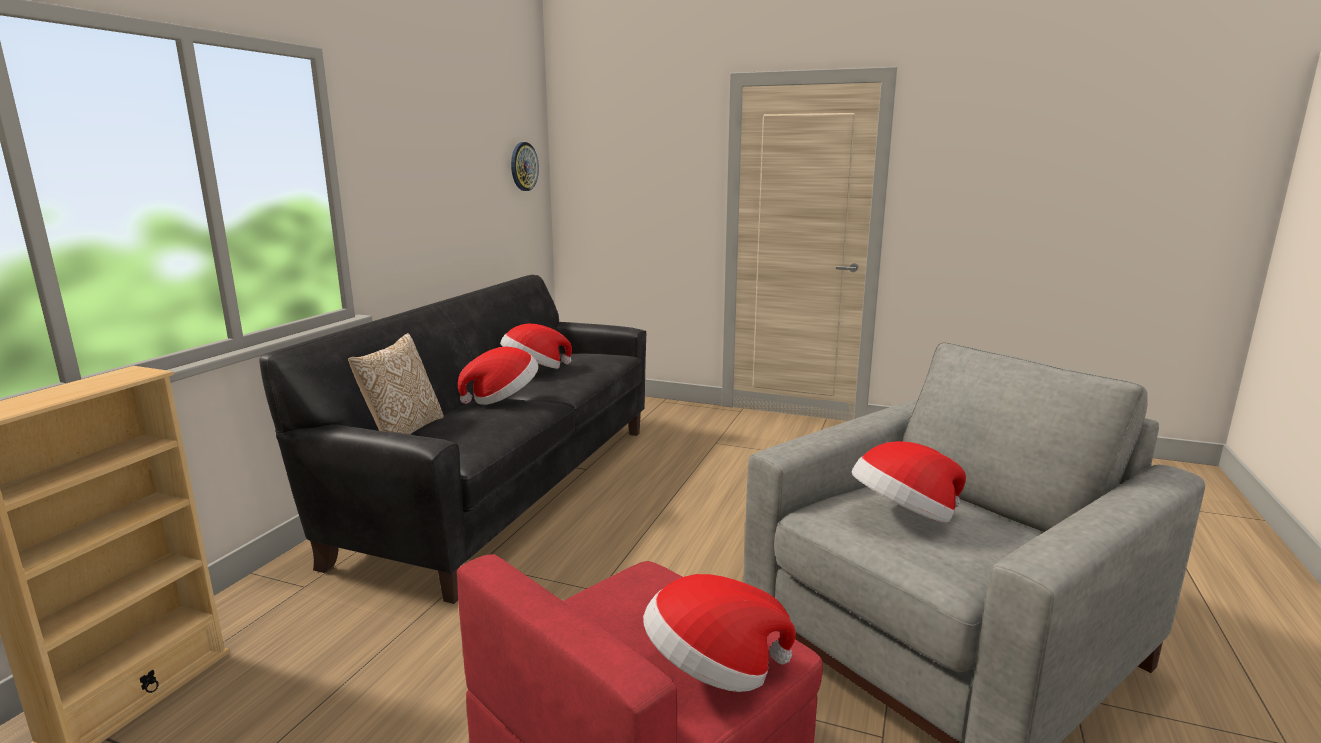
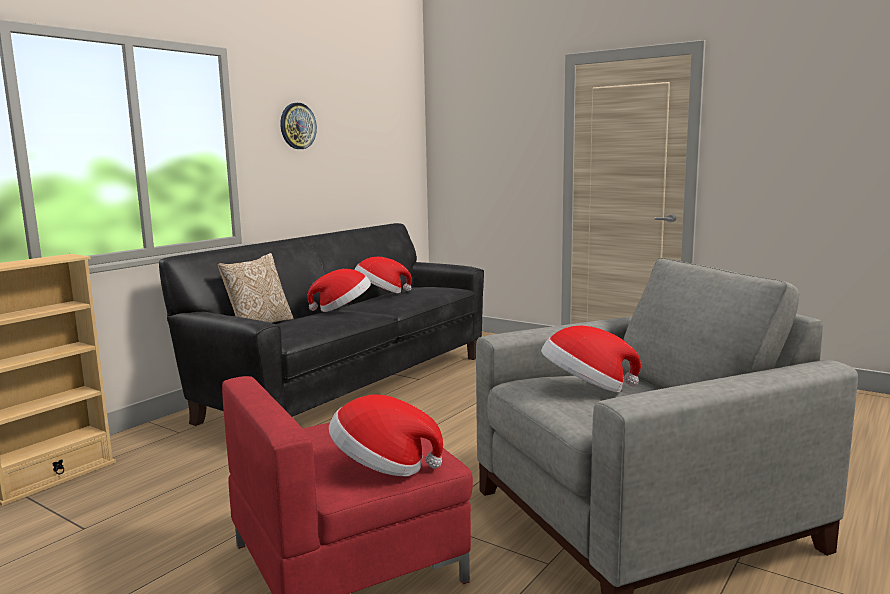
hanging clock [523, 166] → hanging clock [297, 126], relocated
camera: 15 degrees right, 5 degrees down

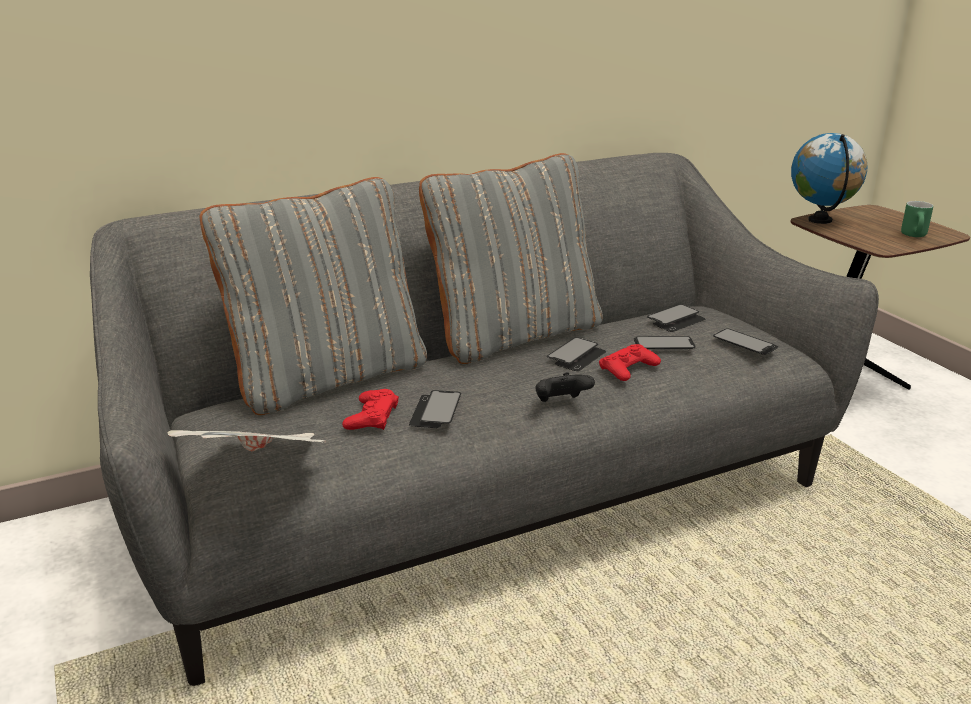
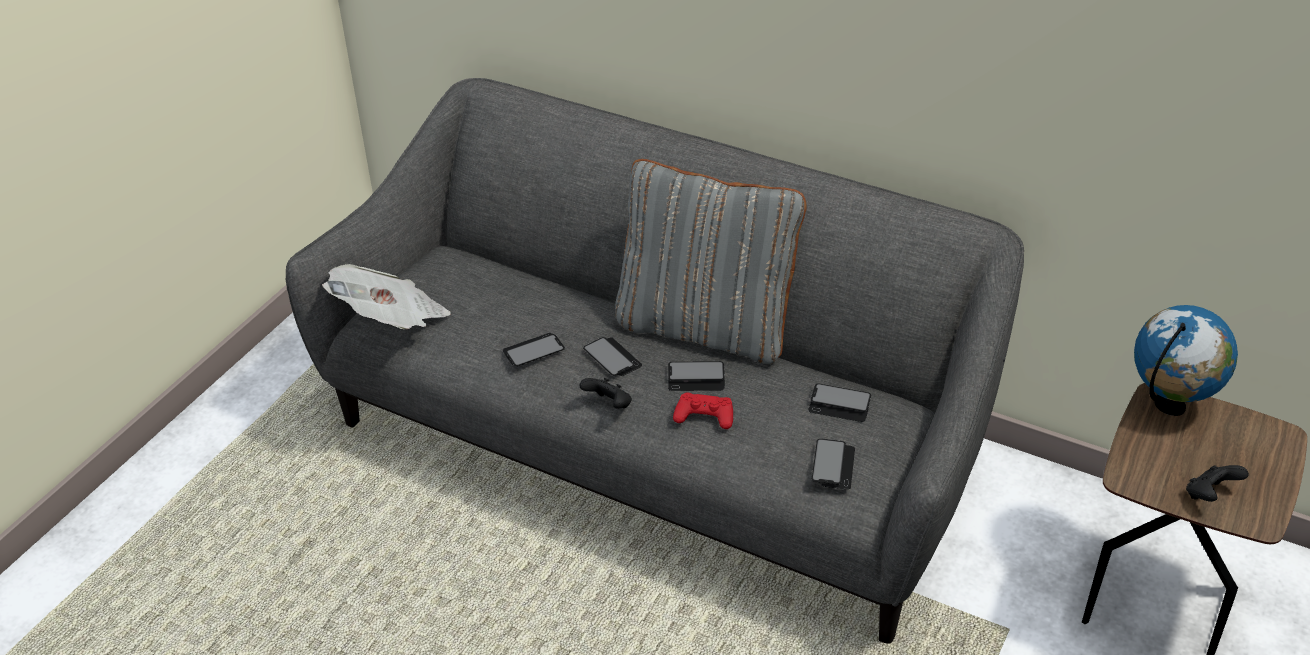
grey cushion [328, 377] → -
red game controller [371, 417] → -
handset [663, 345] → handset [612, 358], relocated
greenish mug [916, 236] → black-coloured game controller [1209, 495]
camera: 55 degrees right, 15 degrees up

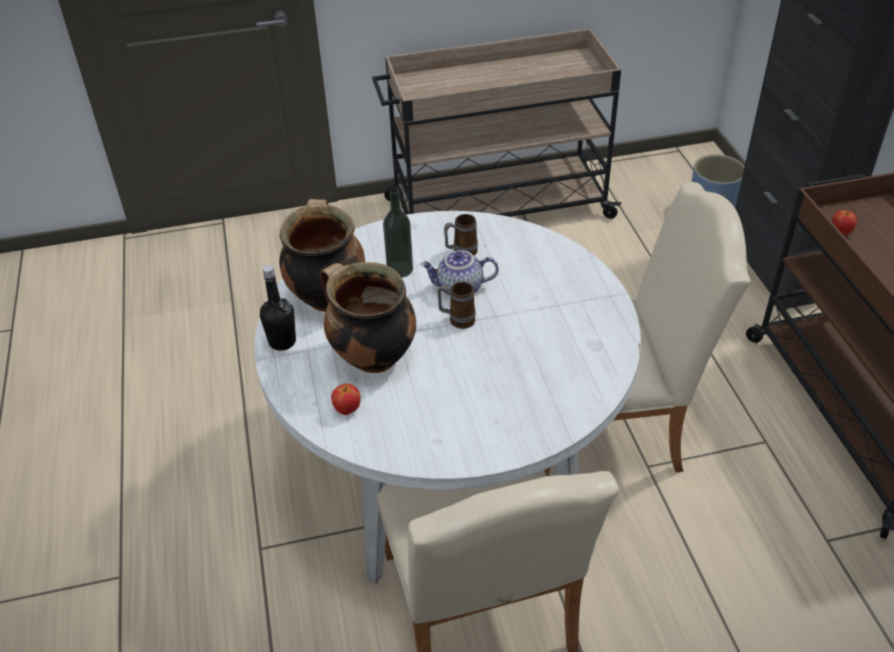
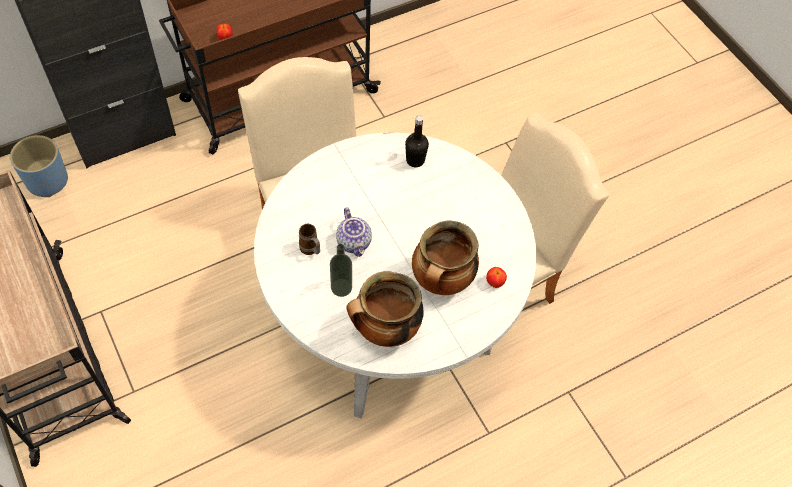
black-coloured beverage bottle [282, 342] → black-coloured beverage bottle [415, 160], relocated
mug [457, 320] → -
camera: 110 degrees left, 15 degrees up

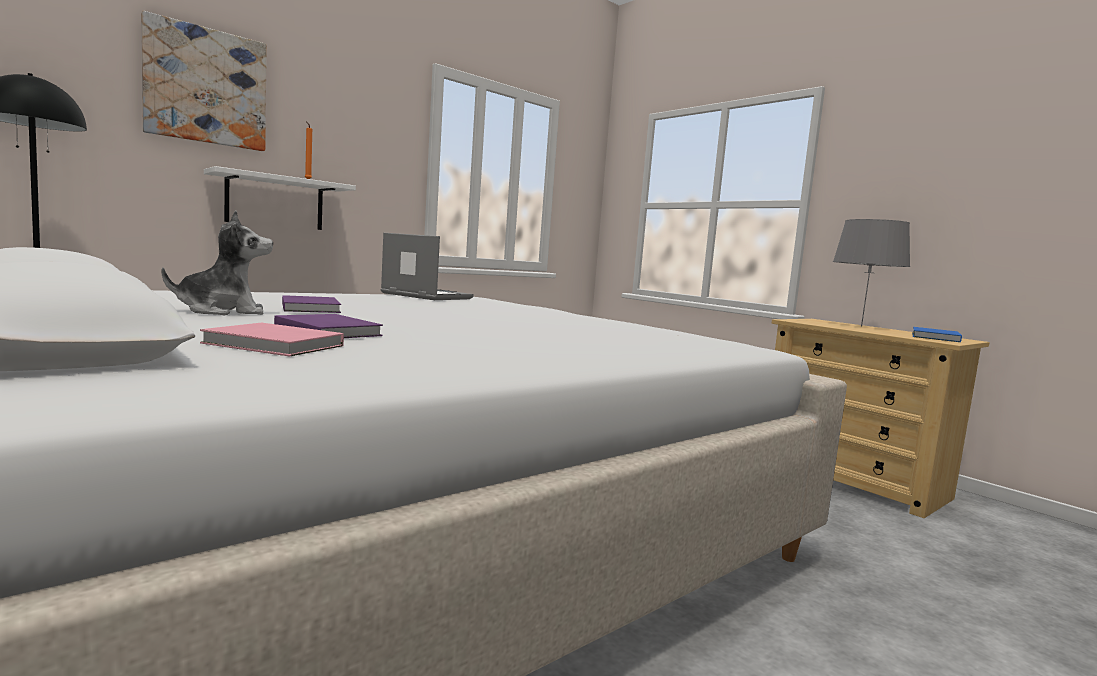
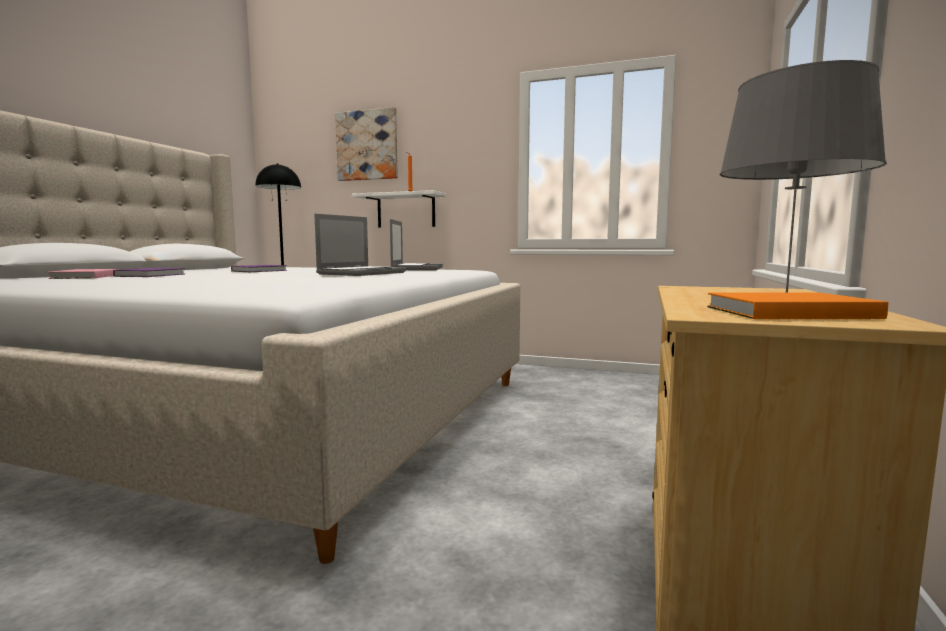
cuddly toy [223, 311] → -
blue-coloured bound book [934, 337] → orange-coloured bound book [783, 312]
- → notebook computer [362, 273]
camera: 60 degrees right, 0 degrees up

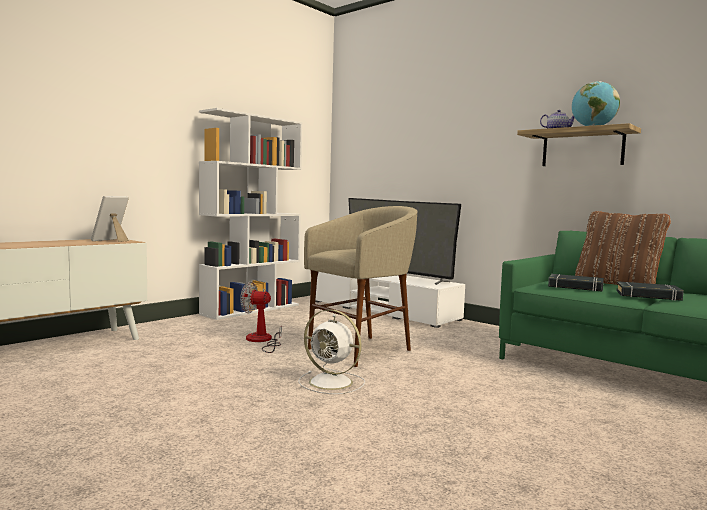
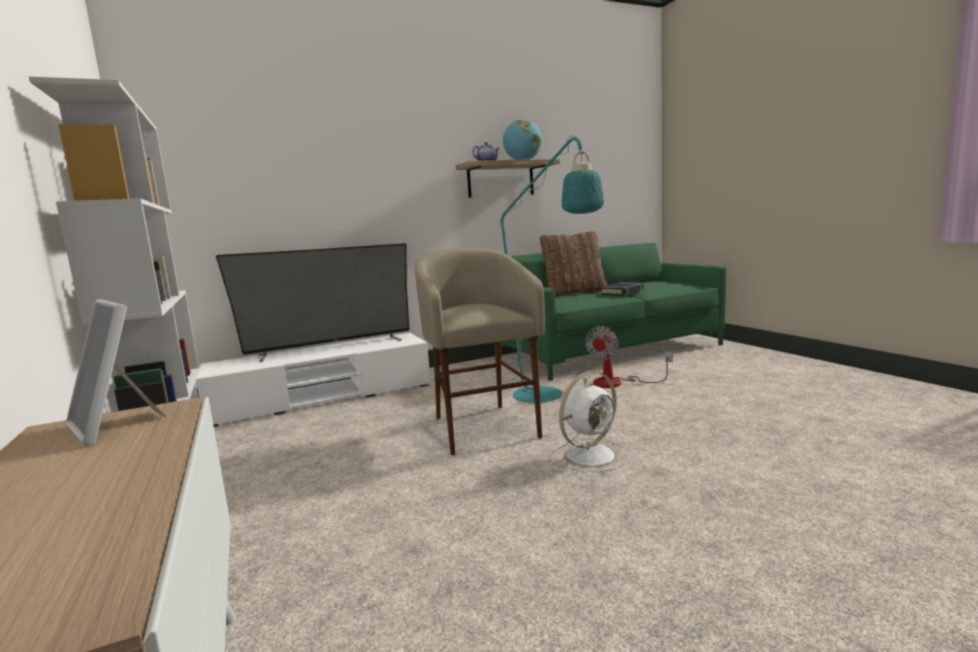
electric fan [261, 341] → electric fan [617, 382], relocated
black-coloured bound book [575, 287] → -
- → blue-green standing lamp [546, 397]
camera: 65 degrees left, 5 degrees up

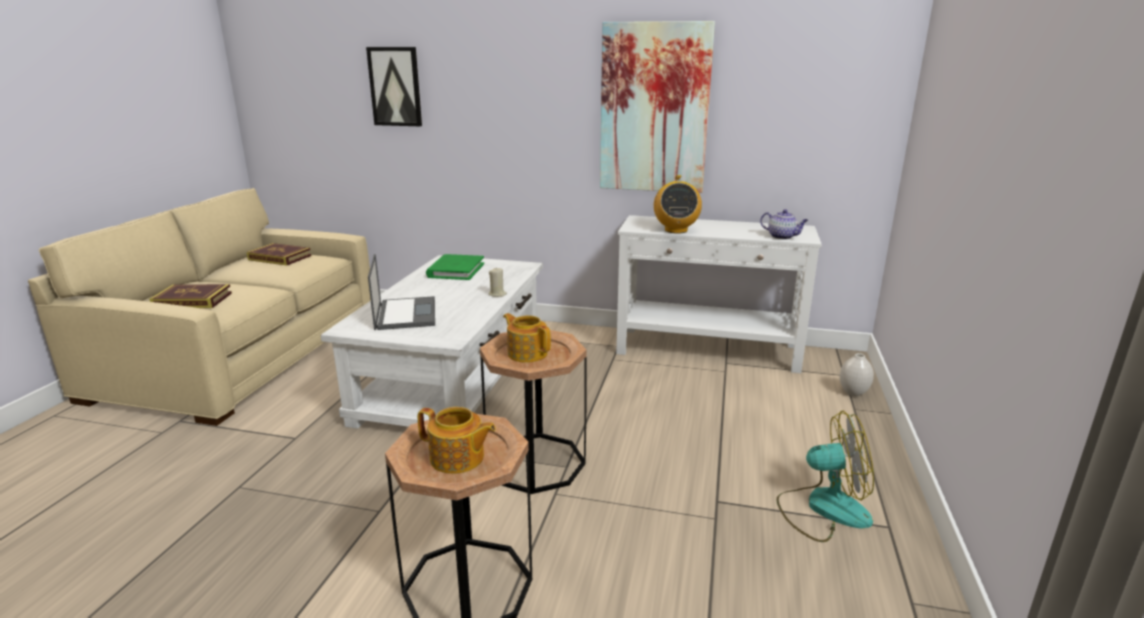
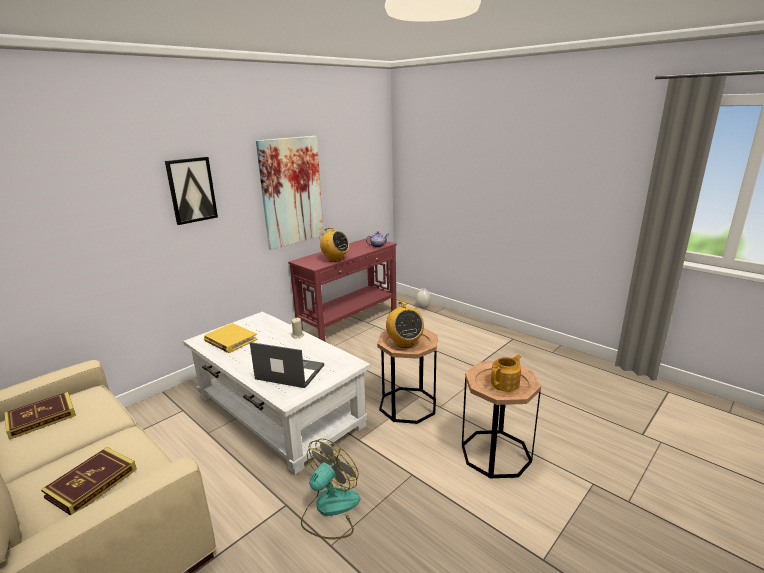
wall picture [395, 87] → wall picture [191, 190], relocated
greenish bound book [456, 270] → yellow-coloured bound book [230, 340]
pot for tea [527, 353] → radio [404, 343]
whitish narrow table [708, 350] → red narrow table [349, 322]
electric fan [823, 508] → electric fan [330, 509], relocated
camera: 60 degrees left, 0 degrees up

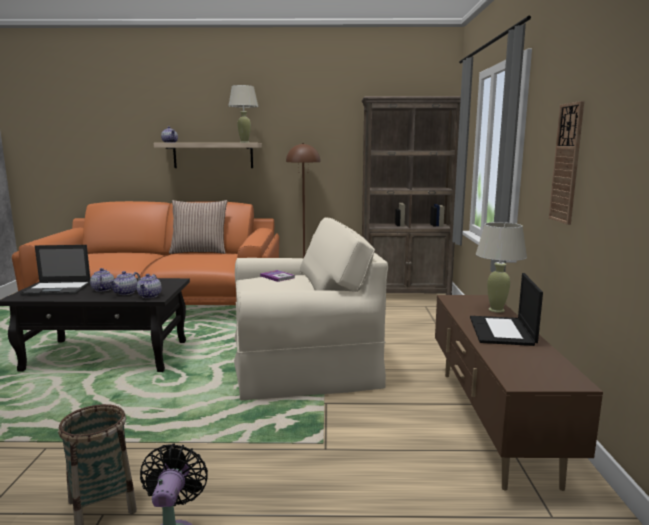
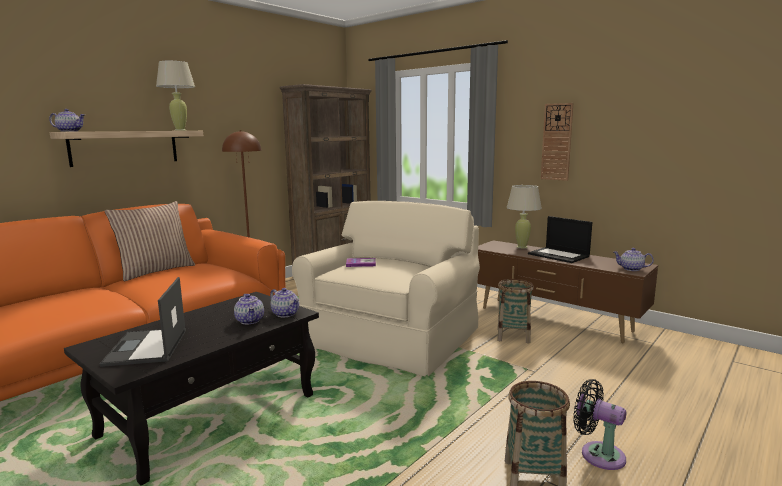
notebook computer [58, 289] → notebook computer [146, 347], 135 degrees clockwise
pot for tea [102, 289] → pot for tea [631, 269], relocated
- → household basket [513, 336]
camera: 50 degrees left, 0 degrees up

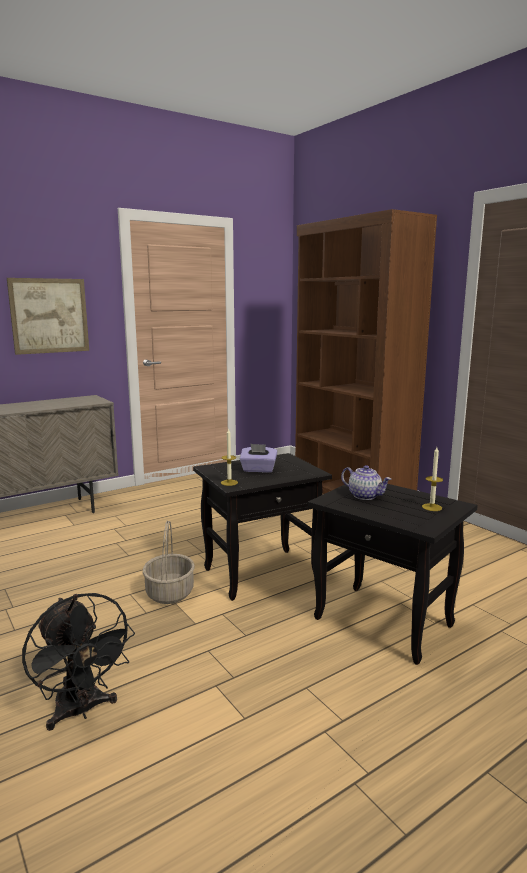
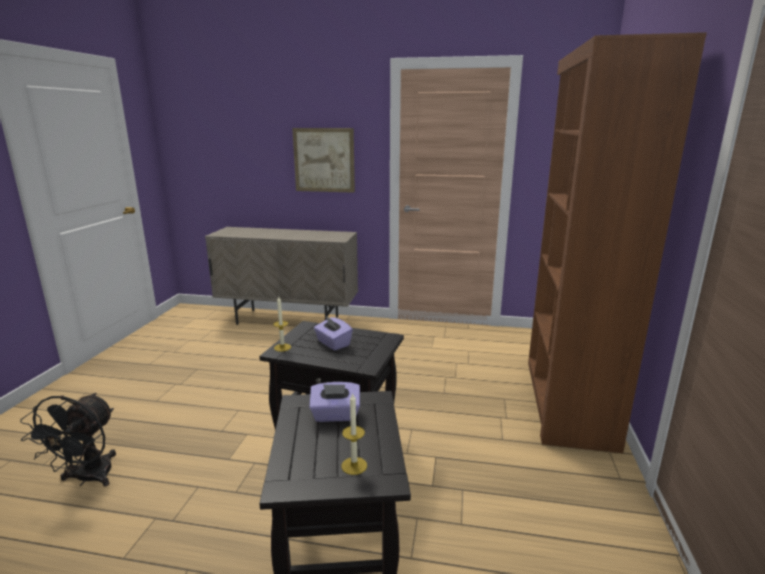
household basket [169, 593] → -
pot for tea [365, 496] → purple-coloured box of tissues [335, 415]
camera: 45 degrees right, 5 degrees up

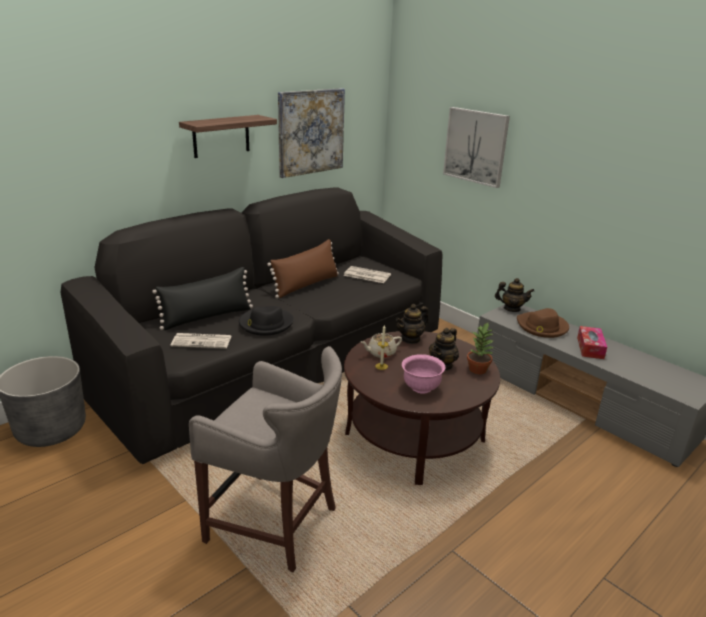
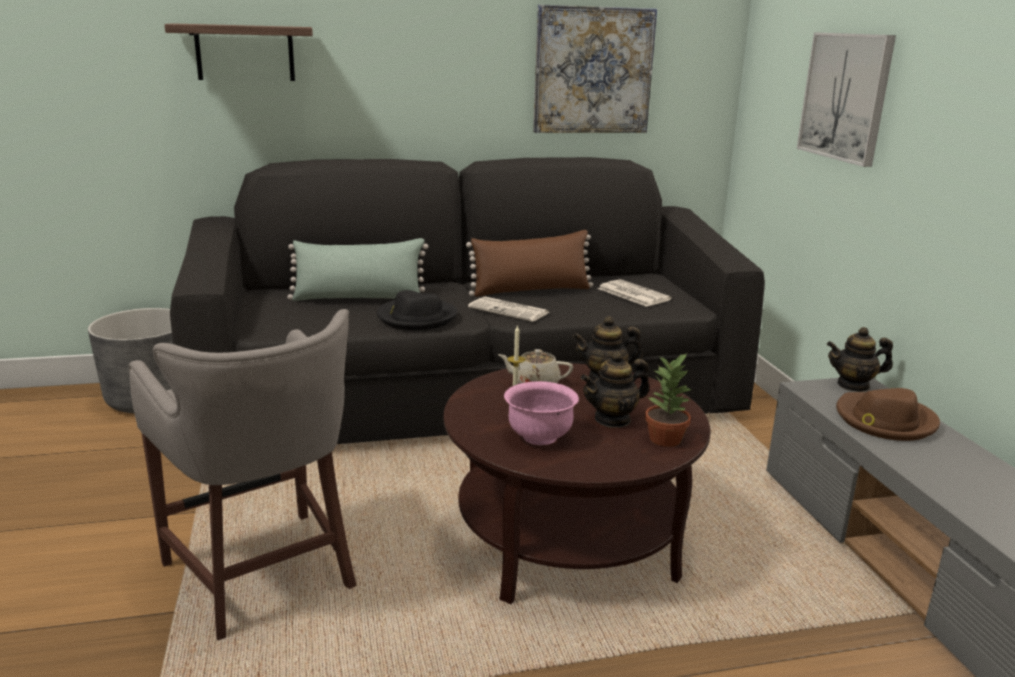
black-coloured cushion [207, 317] → greenish cushion [359, 298]
daily paper [202, 341] → daily paper [510, 310], relocated
wall shelf [221, 136] → wall shelf [245, 53], relocated
pot for tea [511, 309] → pot for tea [853, 385], 135 degrees clockwise
box of tissues [590, 348] → -
camera: 30 degrees right, 5 degrees down

